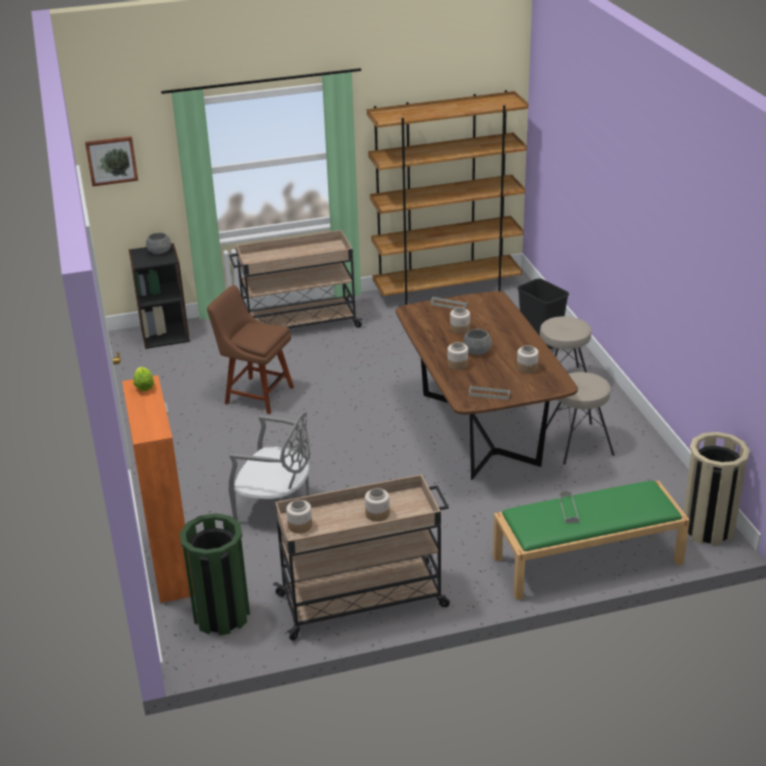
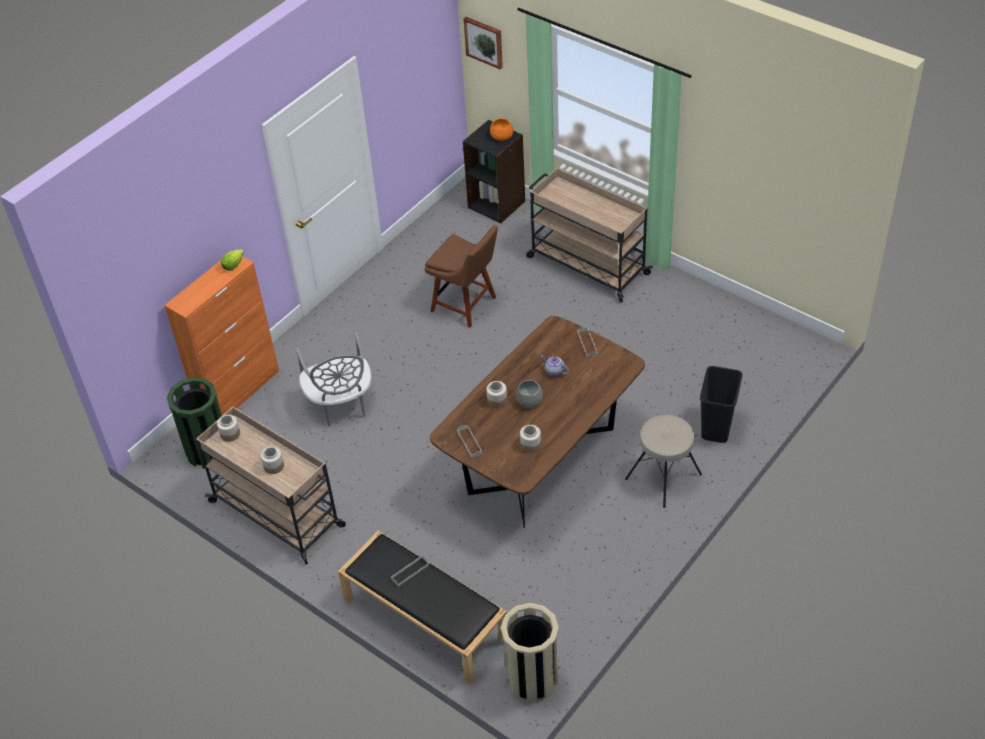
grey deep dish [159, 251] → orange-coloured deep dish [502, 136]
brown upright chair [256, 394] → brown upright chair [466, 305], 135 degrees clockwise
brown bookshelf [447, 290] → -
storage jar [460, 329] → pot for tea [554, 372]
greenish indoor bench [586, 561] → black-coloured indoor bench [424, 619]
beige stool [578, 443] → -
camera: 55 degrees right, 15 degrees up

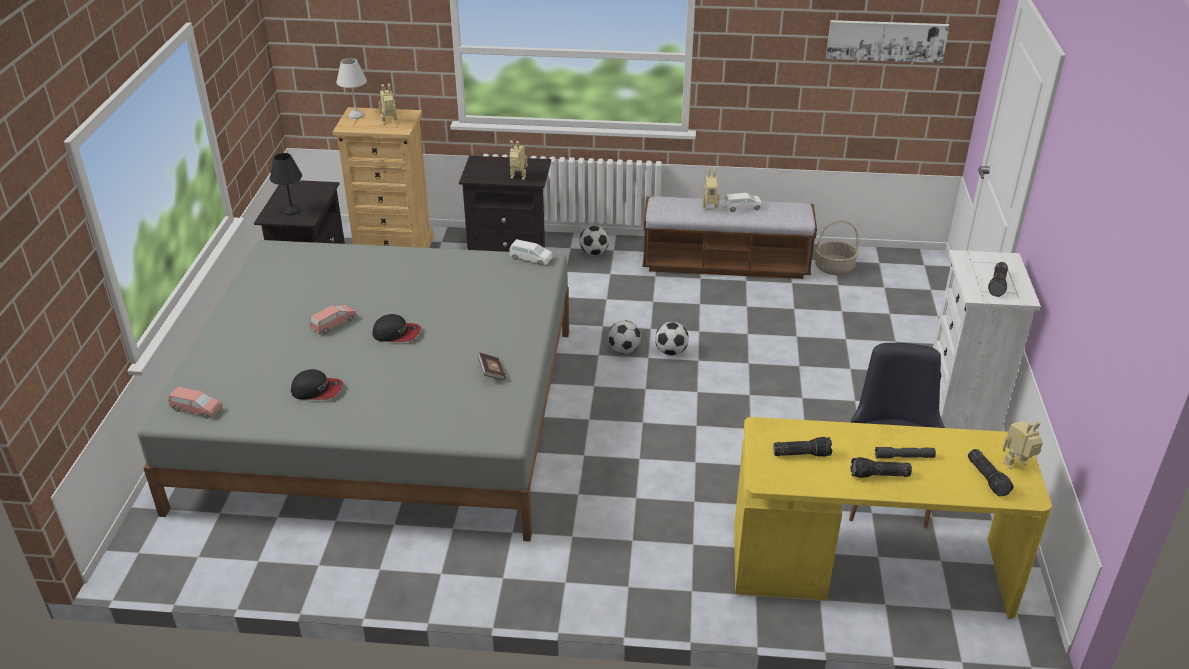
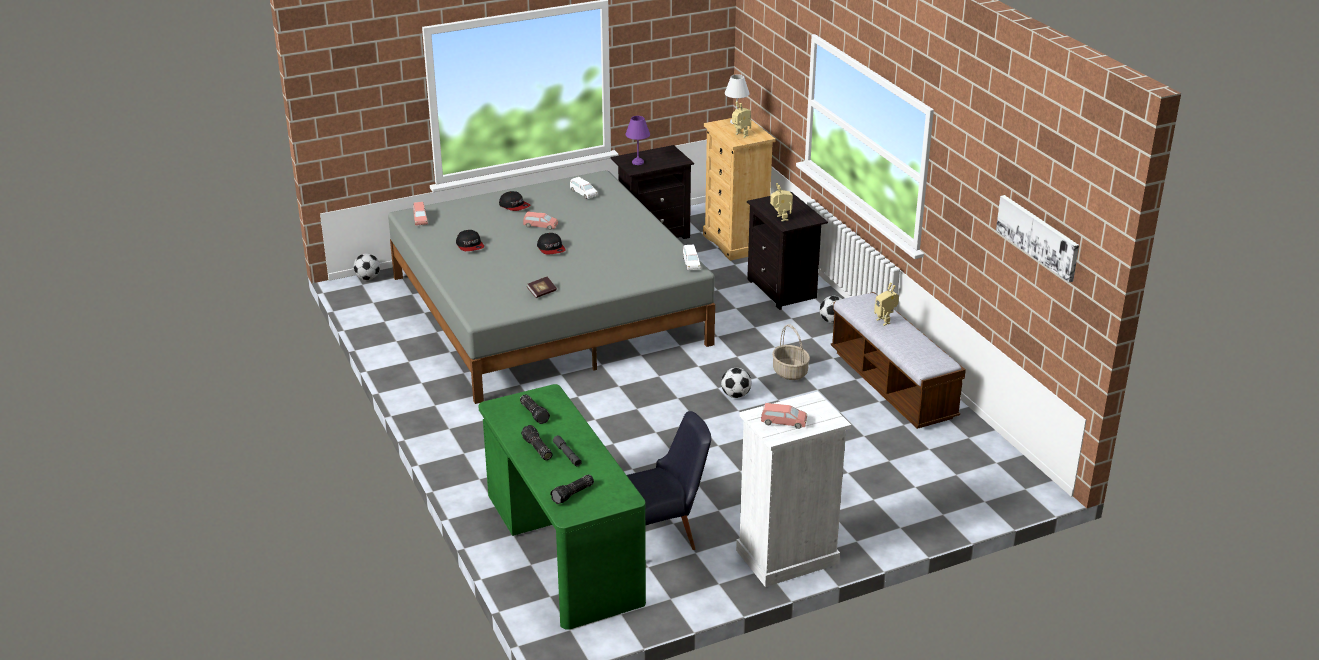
black-coloured table lamp [291, 211] → purple-coloured table lamp [637, 162]
football ball [624, 350] → football ball [368, 278], relocated
whitish miniature car [742, 207] → whitish miniature car [583, 193], relocated
yellow-coloured desk table [869, 569] → greenish desk table [561, 549]
household basket [834, 268] → household basket [790, 372], relocated
torch [998, 285] → pink-coloured miniature car [783, 422]
robot figure [1017, 465] → -
- → peaked cap [514, 206]
camera: 60 degrees right, 5 degrees down

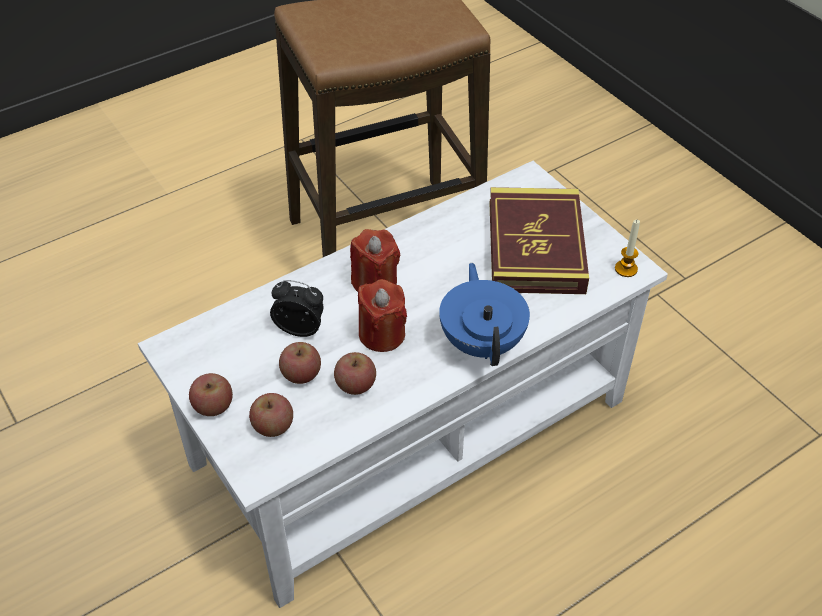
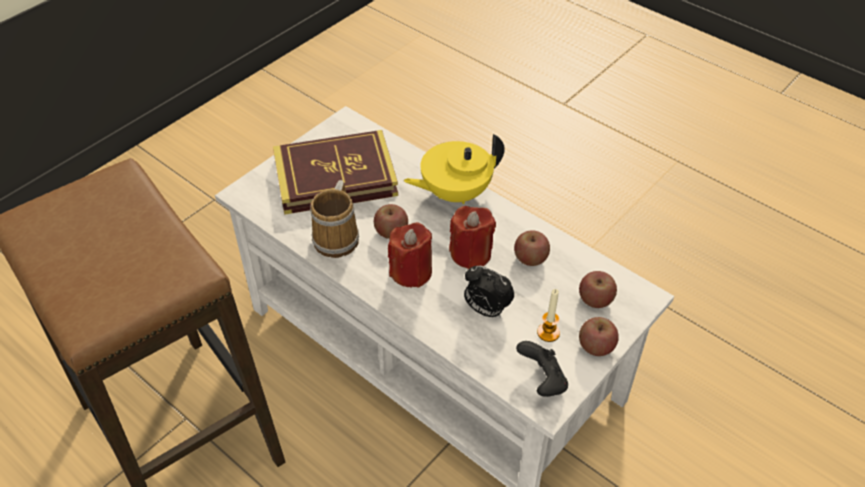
alarm clock [301, 329] → alarm clock [486, 310], 60 degrees counterclockwise
whole apple [301, 374] → whole apple [391, 231], relocated
blue-coloured pot for tea [482, 341] → yellow-coloured pot for tea [454, 193]
wax candle [626, 269] → wax candle [548, 332], relocated
- → mug [338, 238]
- → black-coloured game controller [542, 381]
camera: 105 degrees left, 0 degrees up

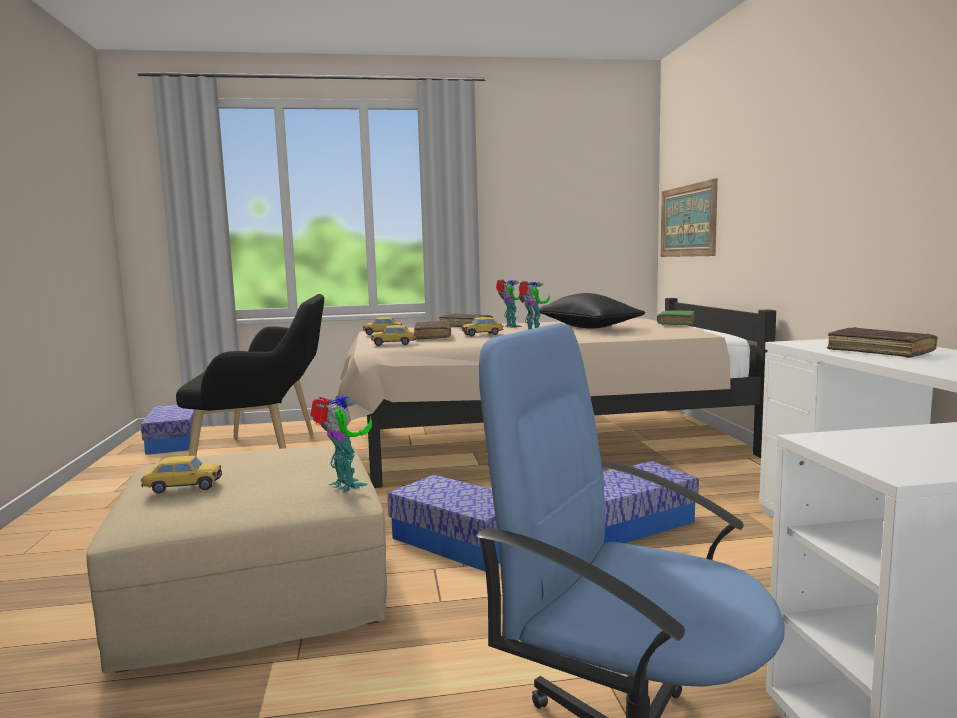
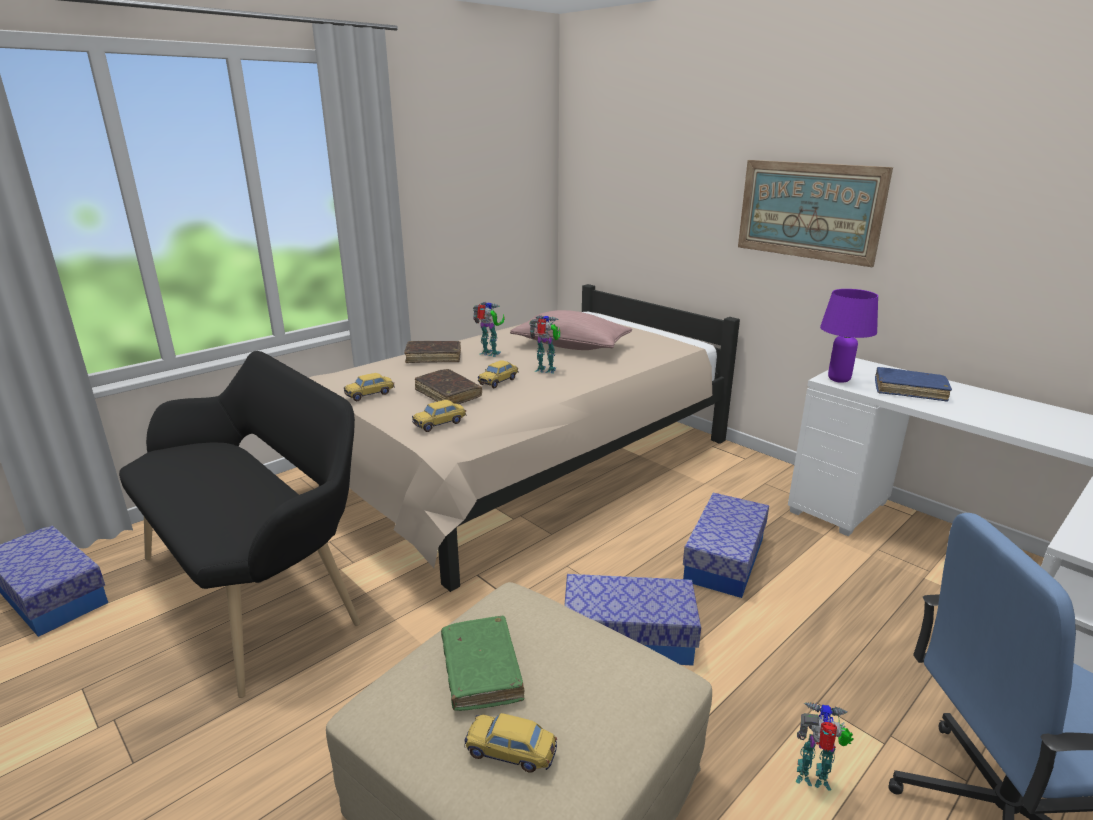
miniature car [183, 487] → miniature car [510, 752], 120 degrees counterclockwise
robot figure [345, 486] → robot figure [814, 779], relocated
black-coloured cushion [587, 327] → pink-coloured cushion [571, 346]
greenish bound book [676, 323] → greenish bound book [481, 671], relocated
wall picture [687, 221] → wall picture [808, 210], relocated
brown bound book [879, 351] → blue-coloured bound book [909, 391]
- → purple-coloured table lamp [838, 379]
camera: 35 degrees left, 15 degrees up

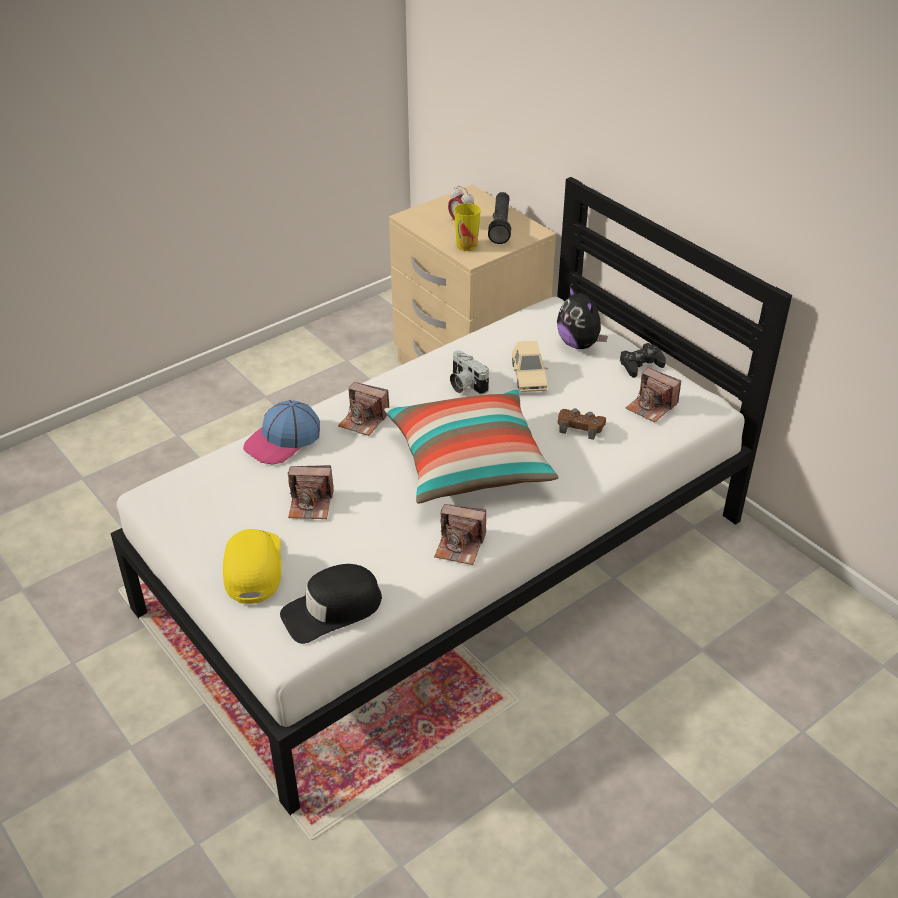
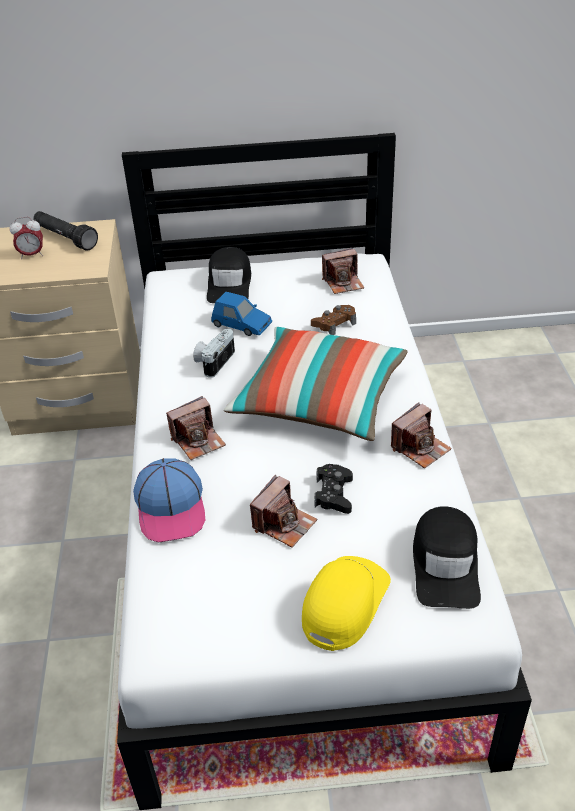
yellow-coloured peaked cap [252, 567] → yellow-coloured peaked cap [344, 603], 90 degrees clockwise
still camera [465, 384] → still camera [214, 361], 120 degrees clockwise
small cup [466, 245] → -
beige miniature car [528, 377] → blue-coloured miniature car [241, 325]
cuddly toy [579, 344] → black-coloured peaked cap [229, 284]
black-coloured game controller [640, 365] → black-coloured game controller [333, 494], relocated
camera: 55 degrees left, 0 degrees up

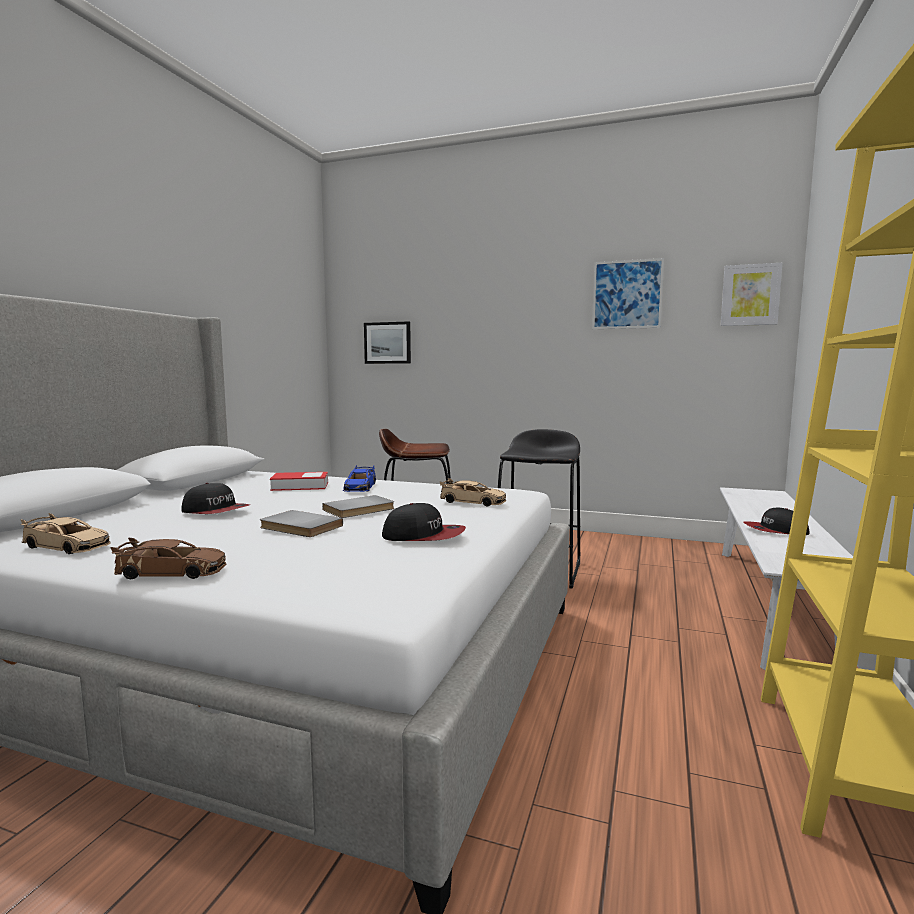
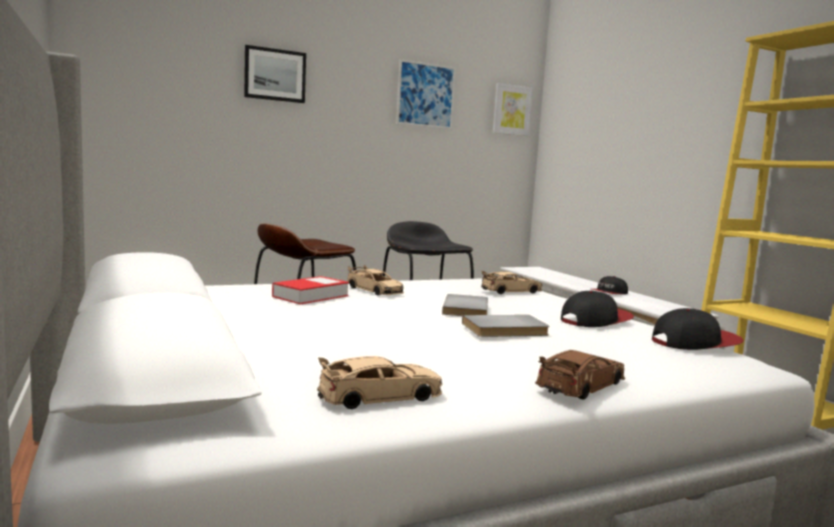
peaked cap [216, 511] → peaked cap [695, 342], relocated
blue-coloured miniature car [360, 487] → beige miniature car [374, 290]
wall picture [387, 343] → wall picture [275, 75], relocated
camera: 45 degrees left, 0 degrees up

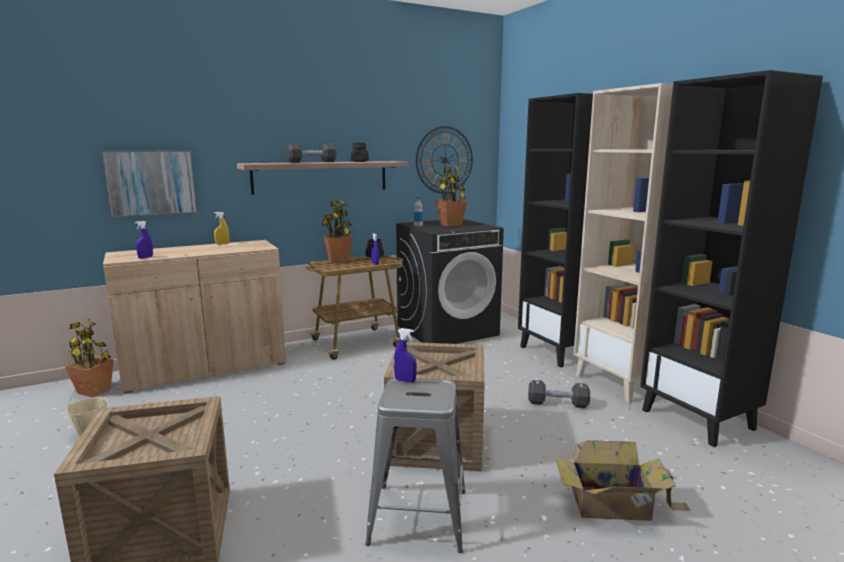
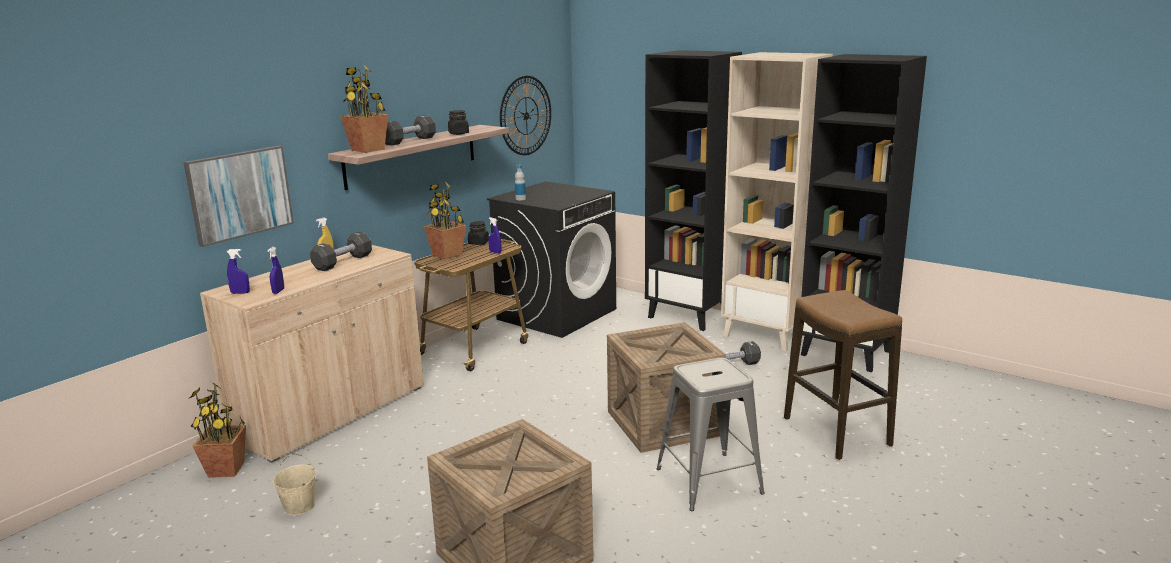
blue-coloured spray bottle [405, 380] → blue-coloured spray bottle [240, 293], relocated
houseplant [451, 224] → houseplant [368, 150], relocated
packing box [614, 504] → stool [836, 432]
- → black-coloured hand weight [343, 262]
camera: 25 degrees left, 5 degrees up

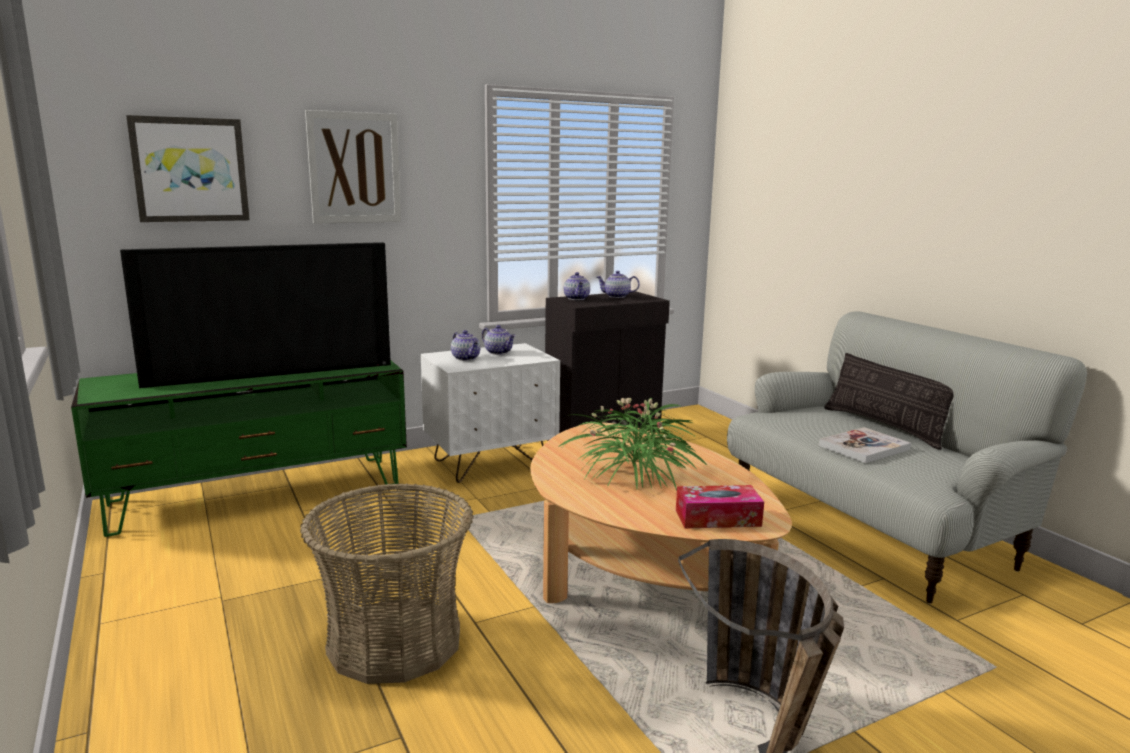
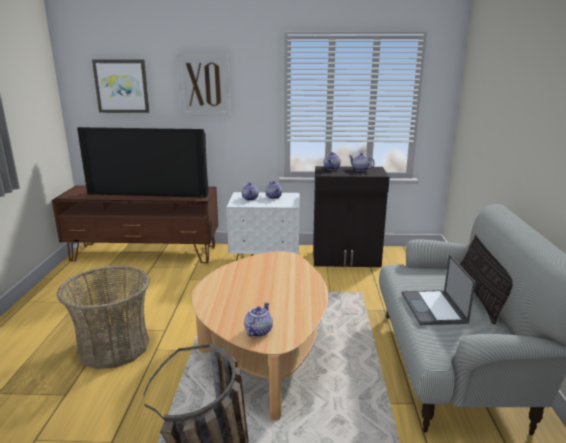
greenish tv unit [259, 493] → brown tv unit [145, 253]
houseplant [635, 474] → -
box of tissues [717, 518] → pot for tea [258, 331]
bound book [864, 447] → notebook computer [434, 308]
camera: 30 degrees right, 5 degrees up

